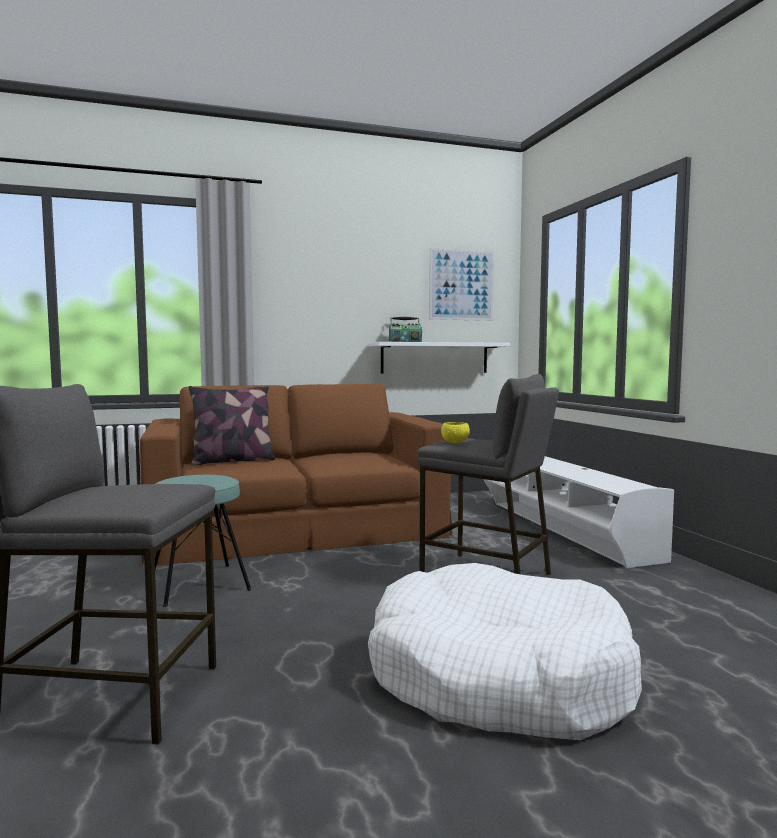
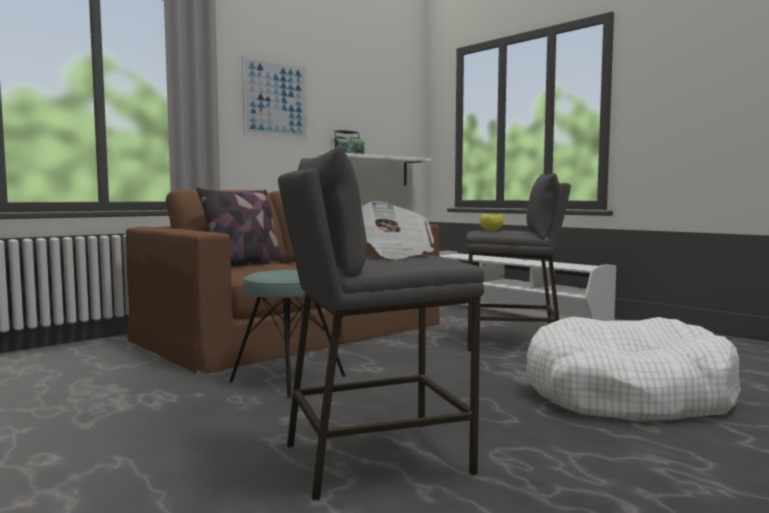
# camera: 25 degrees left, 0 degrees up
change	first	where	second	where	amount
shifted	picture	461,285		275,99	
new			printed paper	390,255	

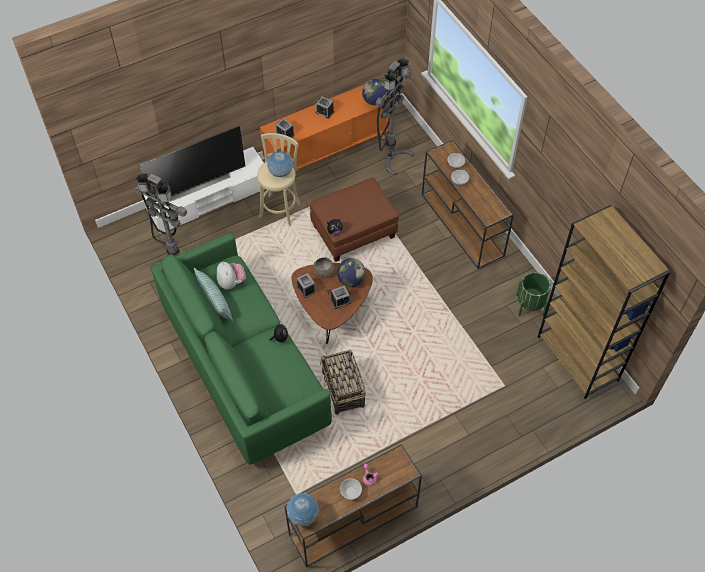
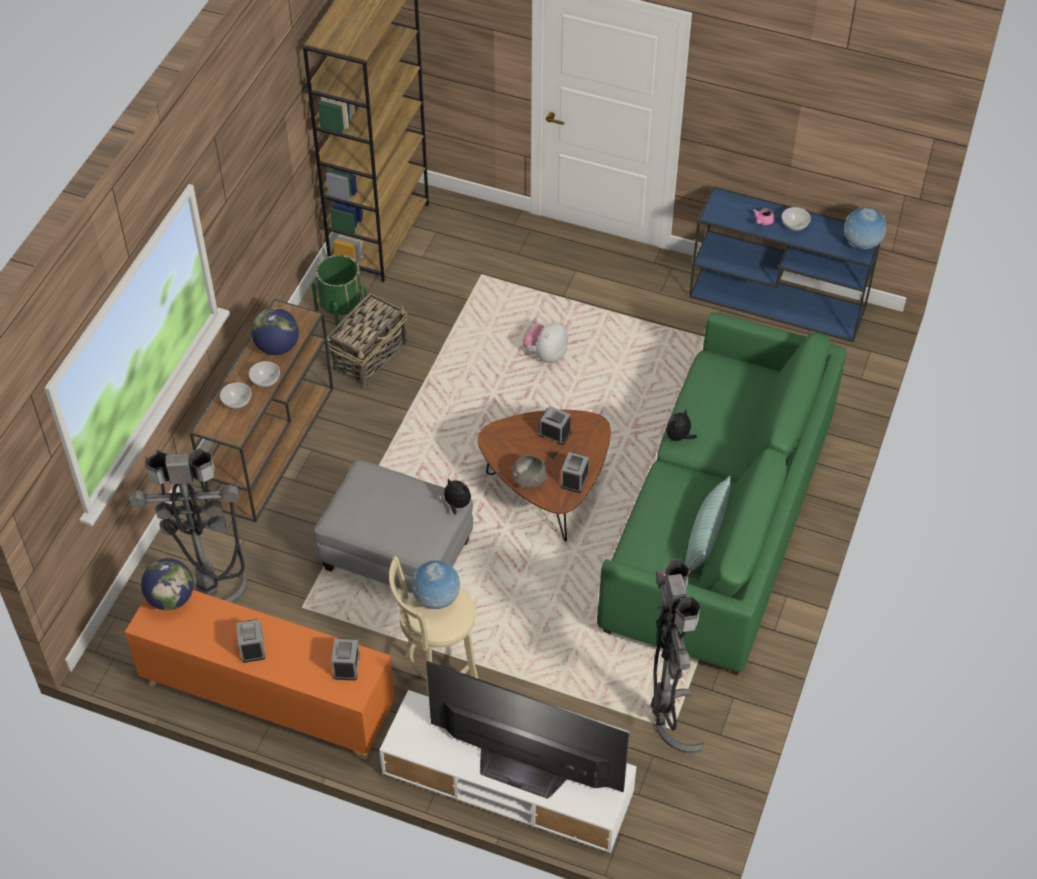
# camera: 130 degrees left, 5 degrees down
change	first	where	second	where	amount
shifted	plush toy	231,282		546,354	
repainted	console table in brown	352,521	console table in bluish	779,302	
repainted	ottoman in brown	354,232	ottoman in gray	396,555	
shifted	household basket	343,390		369,355	
shifted	globe	351,280		277,347	

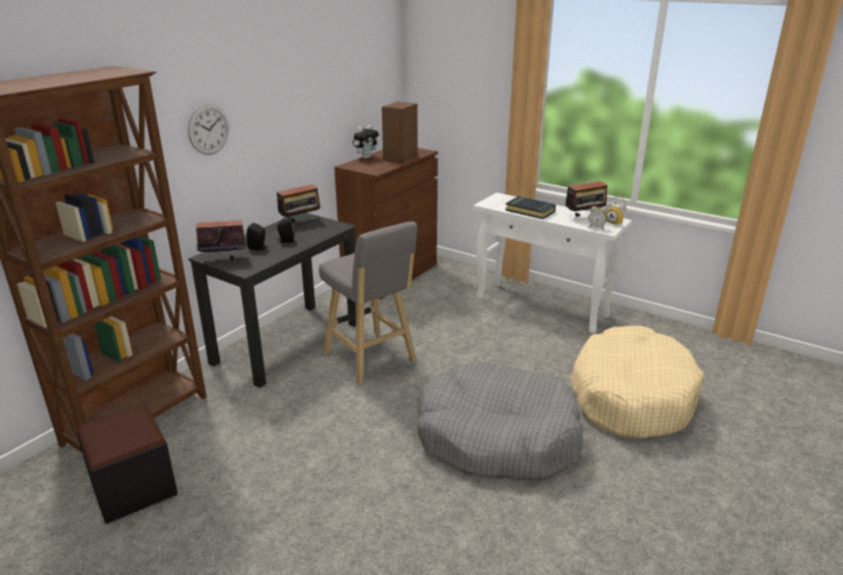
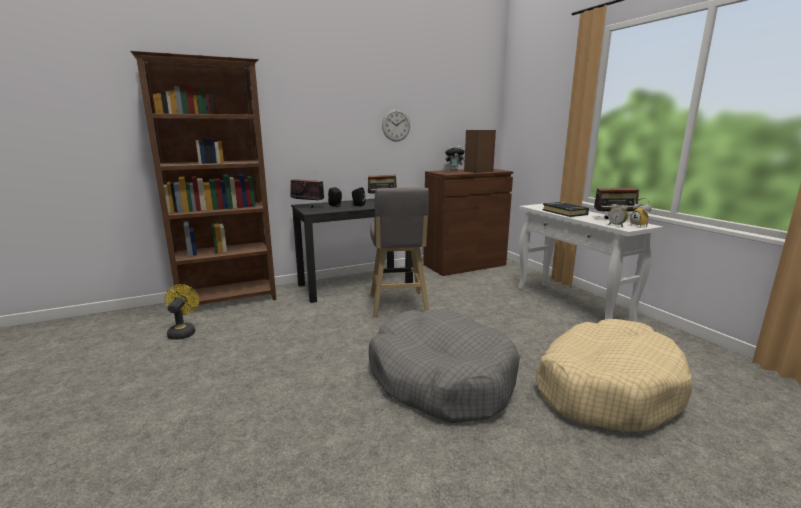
# camera: 30 degrees right, 10 degrees down
change	first	where	second	where	amount
swapped	ottoman in black	134,489	fan in yellow	183,332	
shifted	clock on the wall	208,129		396,125	

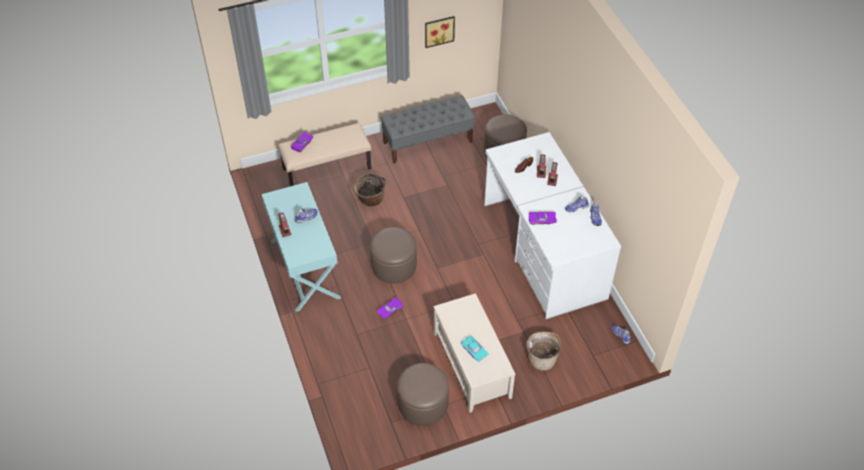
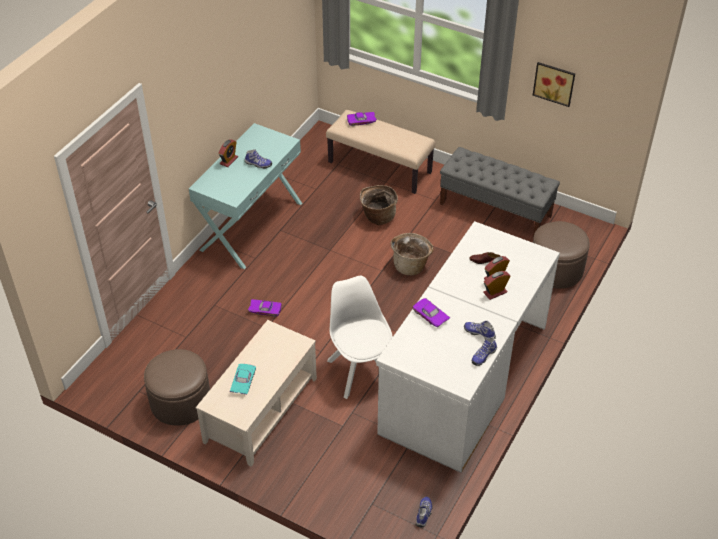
# camera: 50 degrees right, 5 degrees down
change	first	where	second	where	amount
gone	ottoman in brown	394,265			
shifted	household basket	541,358		411,265	
new			chair in white-coloured	360,370	

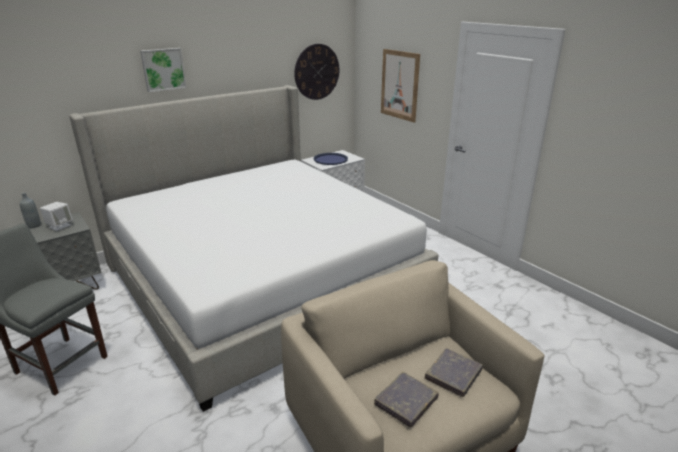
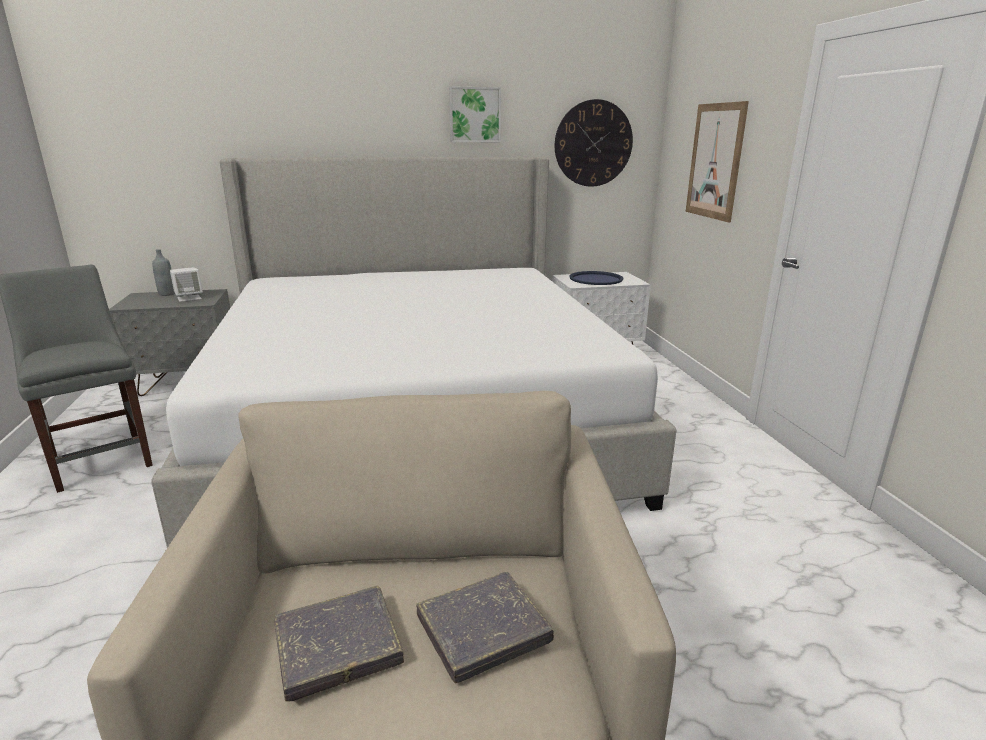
# camera: 25 degrees right, 5 degrees down
change	first	where	second	where	amount
shifted	picture	163,69		474,115	

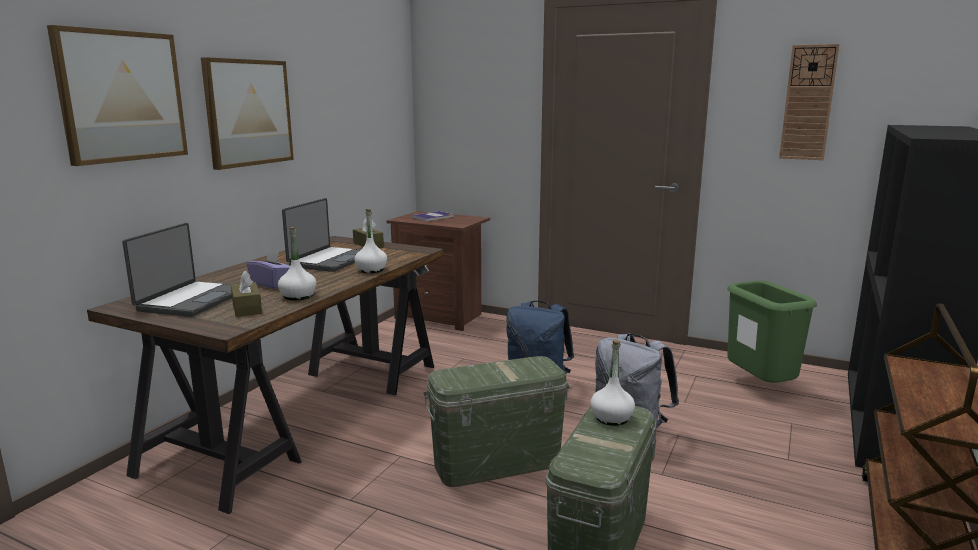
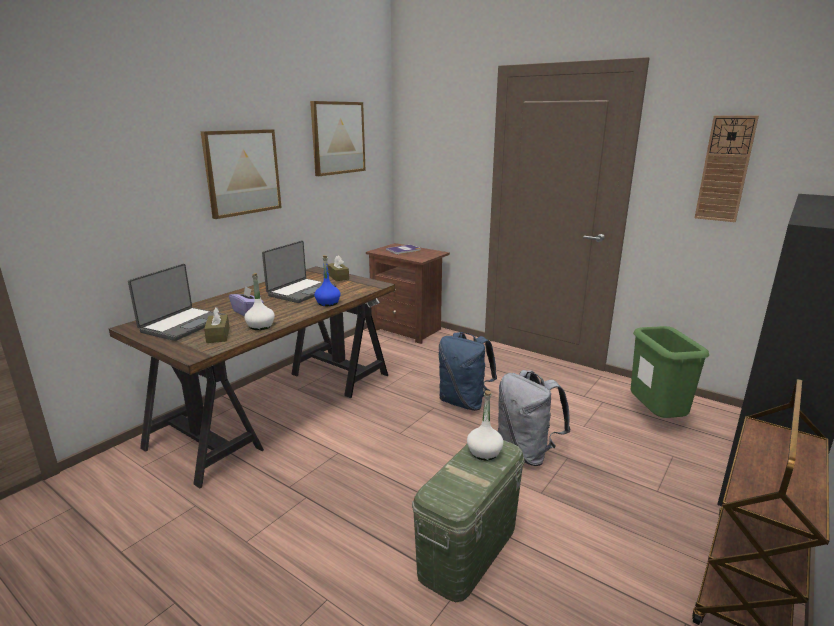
# camera: 10 degrees right, 5 degrees up
change	first	where	second	where	amount
shifted	picture	121,96		337,138	
repainted	drink bottle in white-coloured	371,270	drink bottle in bluish	328,303	
gone	storage container in greenish	497,462			

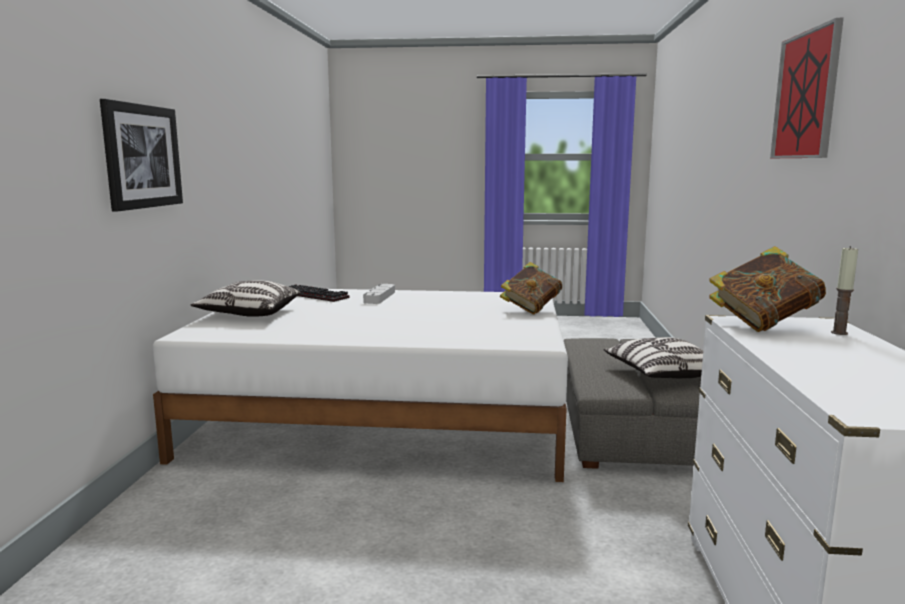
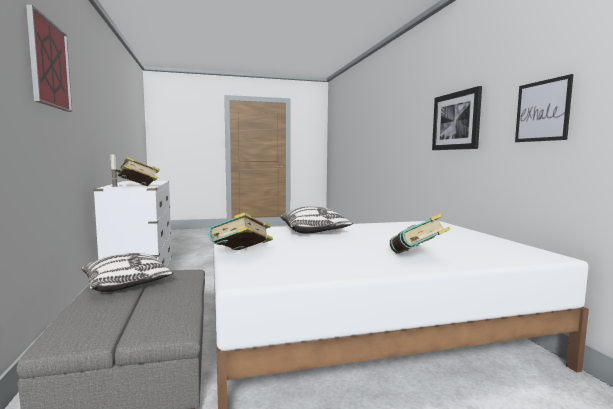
# camera: 160 degrees right, 5 degrees down
change	first	where	second	where	amount
shifted	cushion	249,314		314,231	
gone	keyboard	315,295			
swapped	carrying tray in gray	379,297	bound book	417,257	
new			picture	542,111	

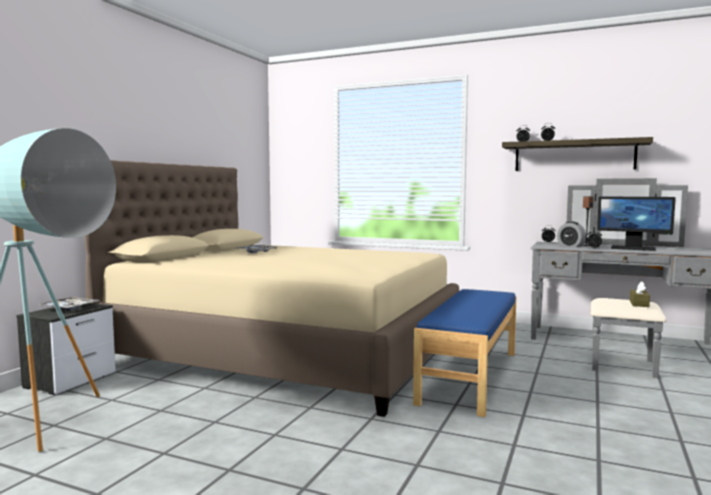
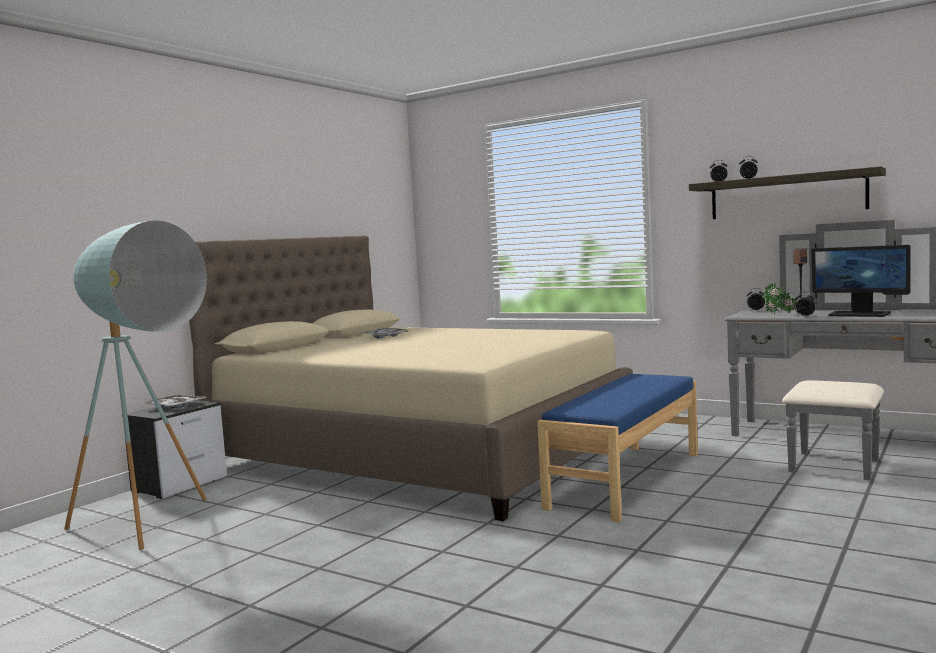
# camera: 10 degrees right, 0 degrees up
change	first	where	second	where	amount
swapped	alarm clock	571,246	plant in a pot	779,314	
gone	box of tissues in brown	639,304			

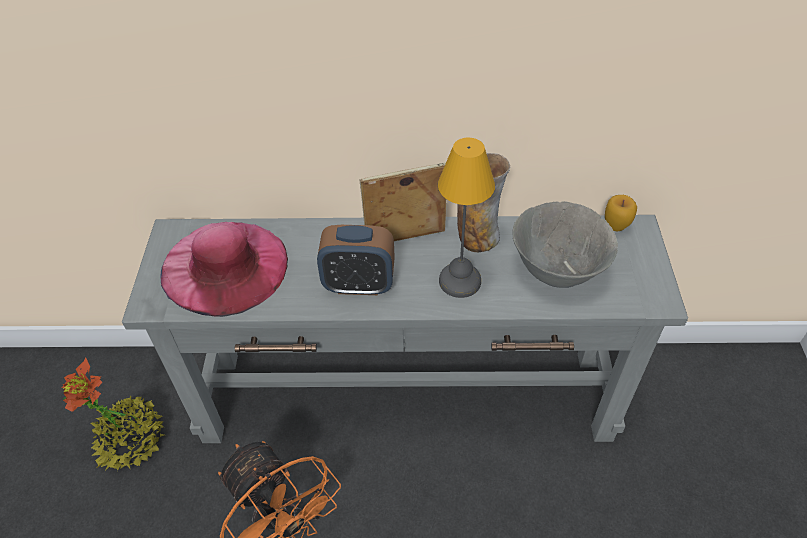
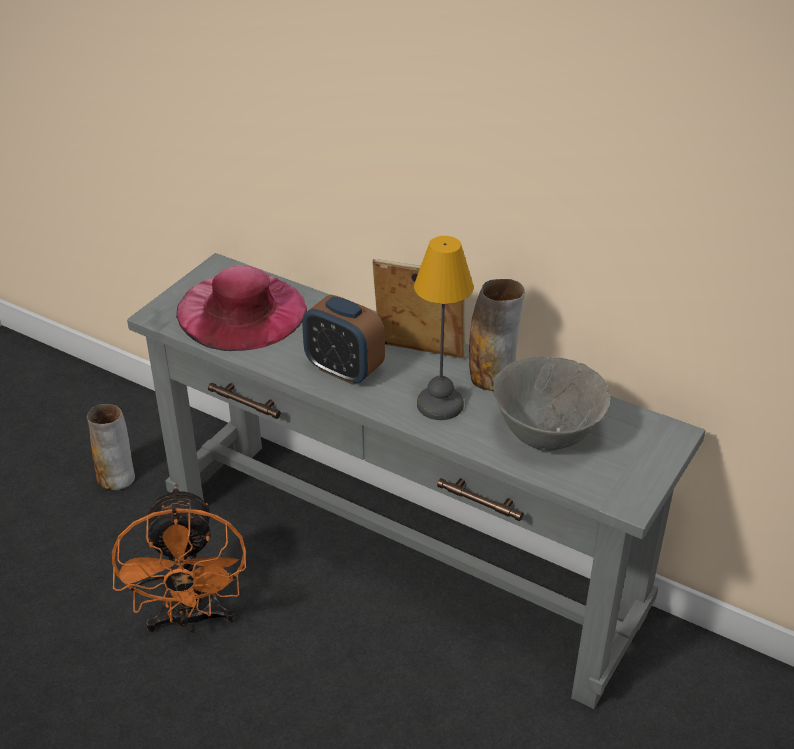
# camera: 30 degrees right, 10 degrees down
change	first	where	second	where	amount
swapped	plant in a pot	131,440	decorative vase	116,477	
gone	apple fruit	616,226			

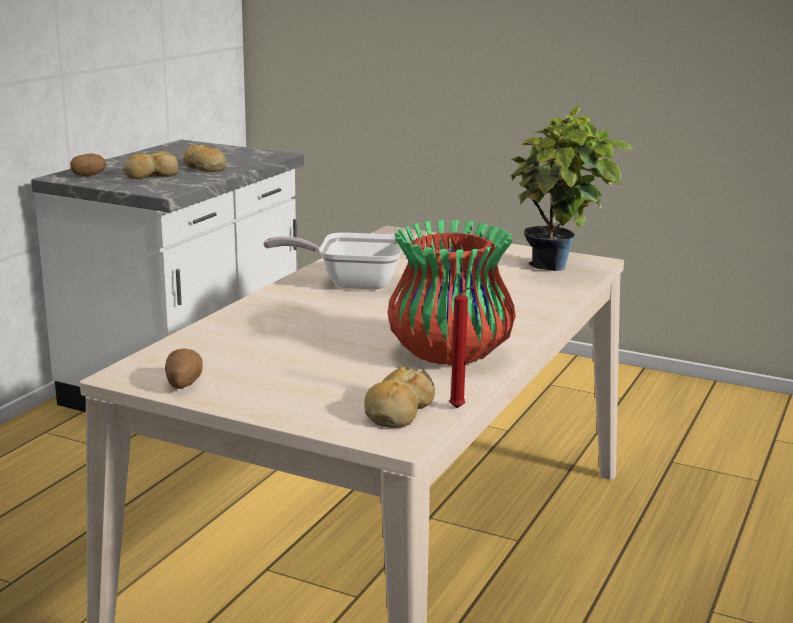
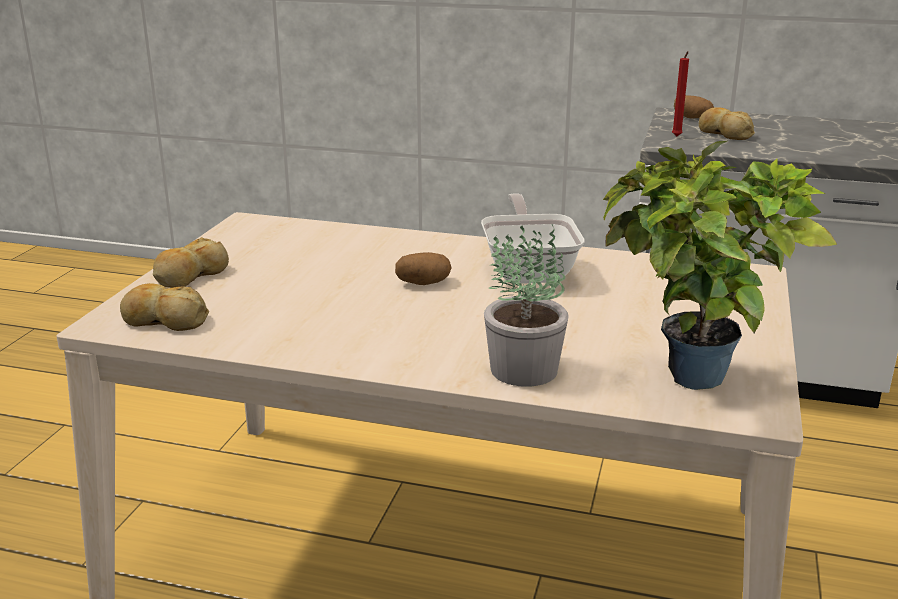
# camera: 80 degrees right, 5 degrees up
change	first	where	second	where	amount
shifted	potato	183,384		423,283	
shifted	bread	205,167		190,275	
gone	decorative vase	449,354			
shifted	wax candle in red	459,408		677,137	
new			plant in a pot	524,369	

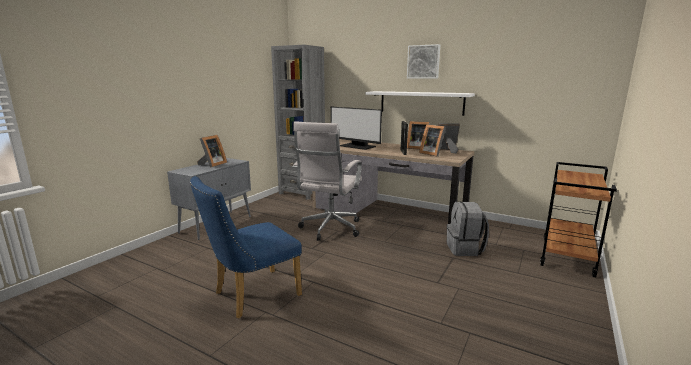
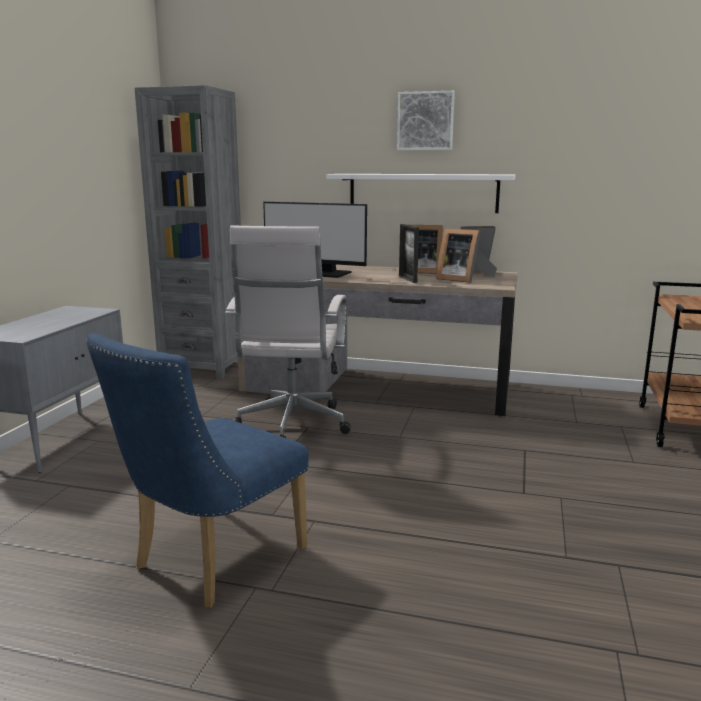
# camera: 15 degrees left, 0 degrees up
change	first	where	second	where	amount
gone	standing frame	212,165			
gone	rucksack in gray	465,249			

